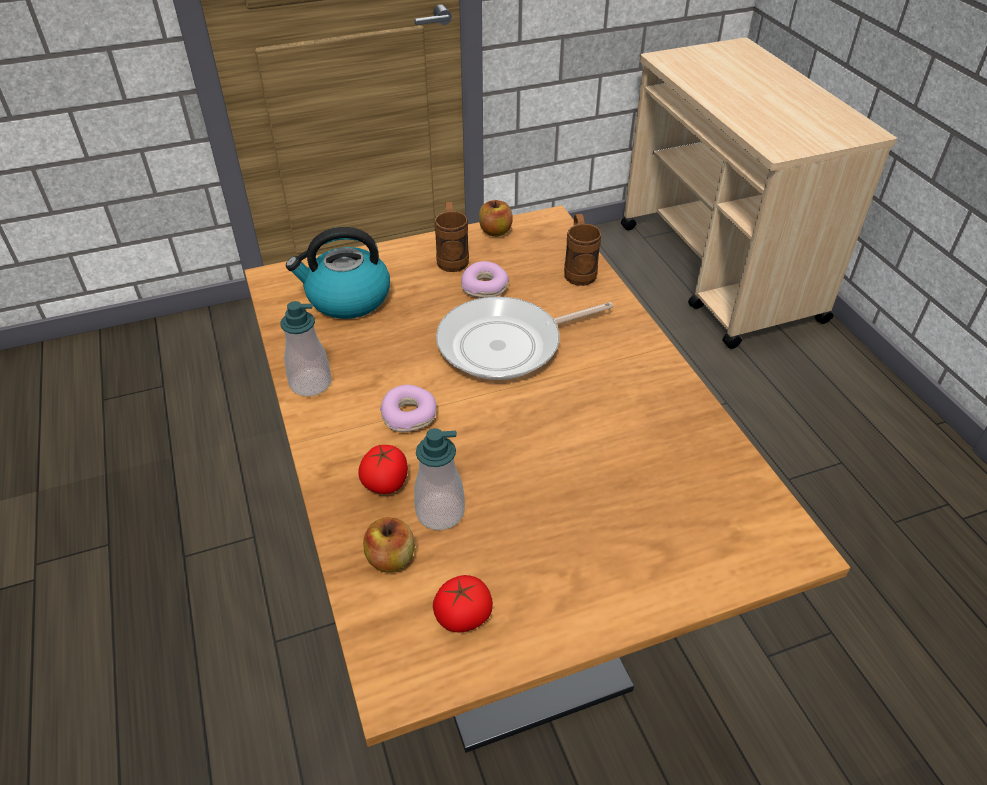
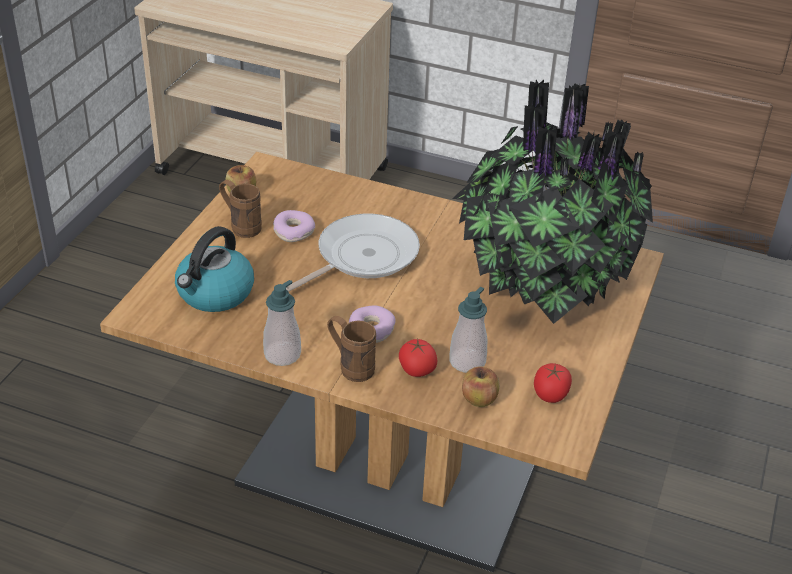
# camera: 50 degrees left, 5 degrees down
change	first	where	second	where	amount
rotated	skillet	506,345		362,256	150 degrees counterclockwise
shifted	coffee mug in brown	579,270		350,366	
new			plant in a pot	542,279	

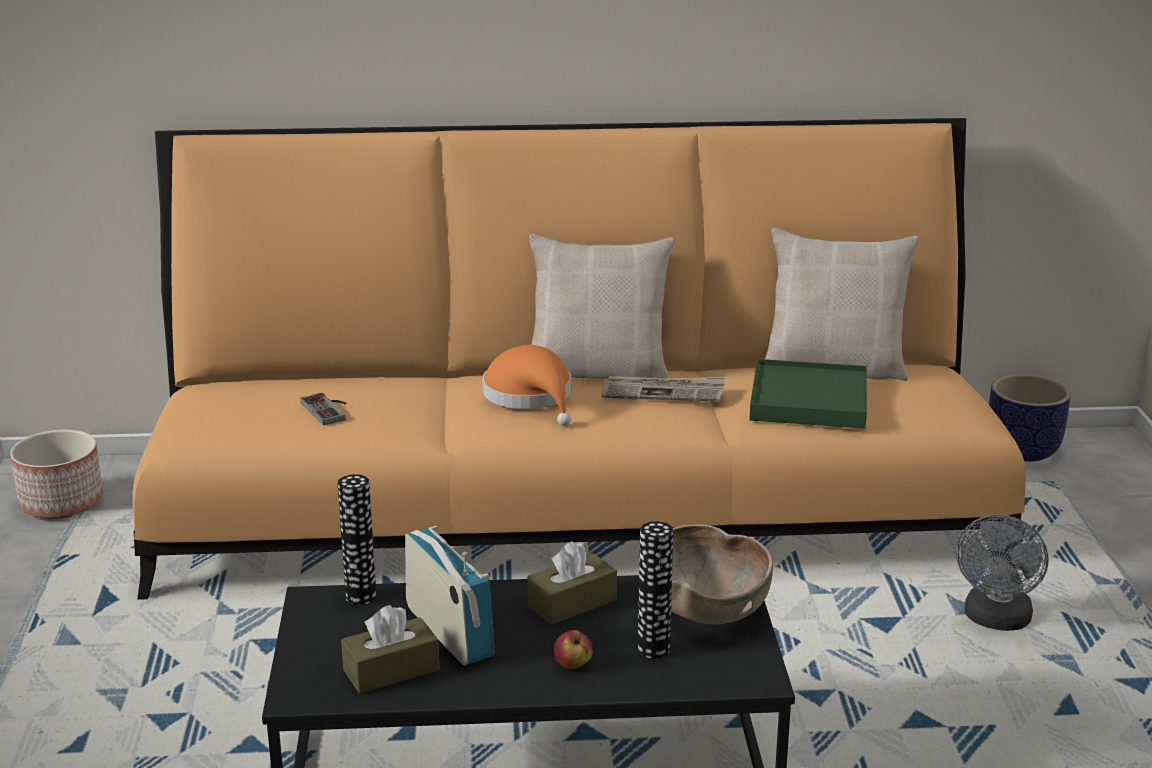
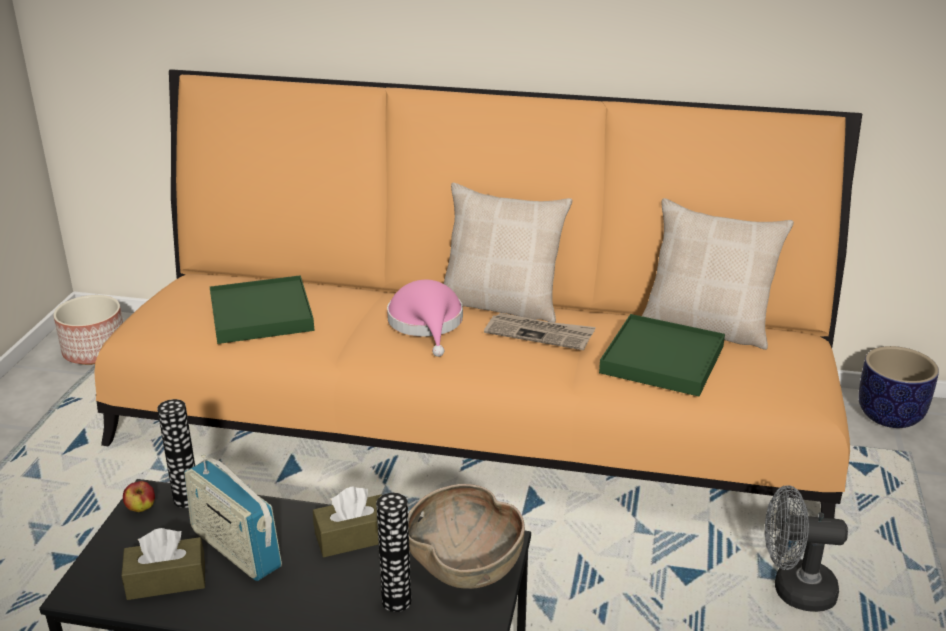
# camera: 15 degrees right, 5 degrees up
change	first	where	second	where	amount
swapped	gamepad	329,409	carrying tray in greenish	261,314	
rotated	radio set	449,632		235,549	150 degrees clockwise
repainted	wearable hat in orange	531,397	wearable hat in pink	427,324	
shifted	apple fruit	573,665		141,508	
rotated	fan in gray	996,621		793,590	60 degrees clockwise

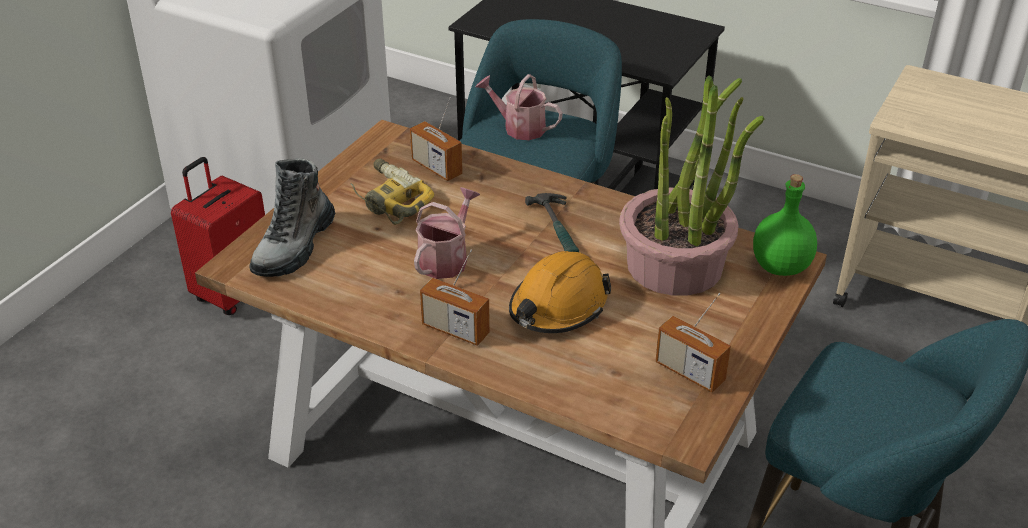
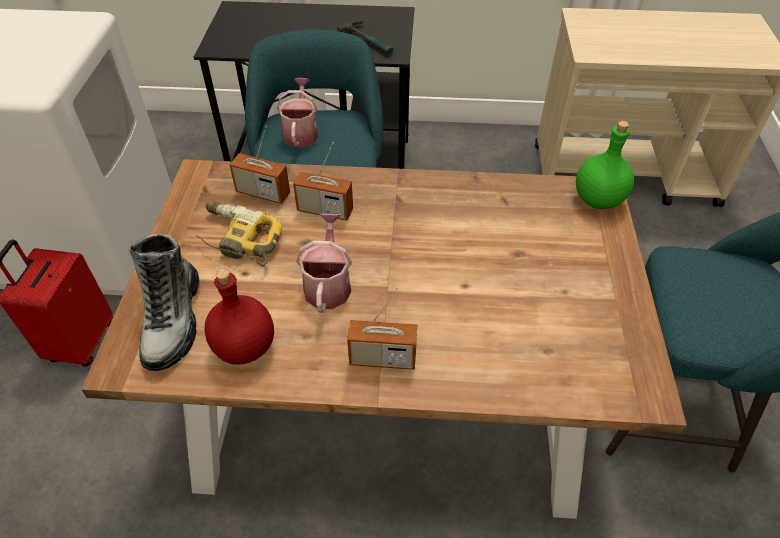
# camera: 25 degrees left, 10 degrees up
change	first	where	second	where	amount
rotated	sprinkling can	519,127		301,132	90 degrees clockwise
gone	work helmet in orange	558,307			
shifted	hand hammer	558,229		368,41	
gone	plant in a pot	675,265			
shifted	radio set	689,372		325,210	
new			drink bottle in red	243,348	

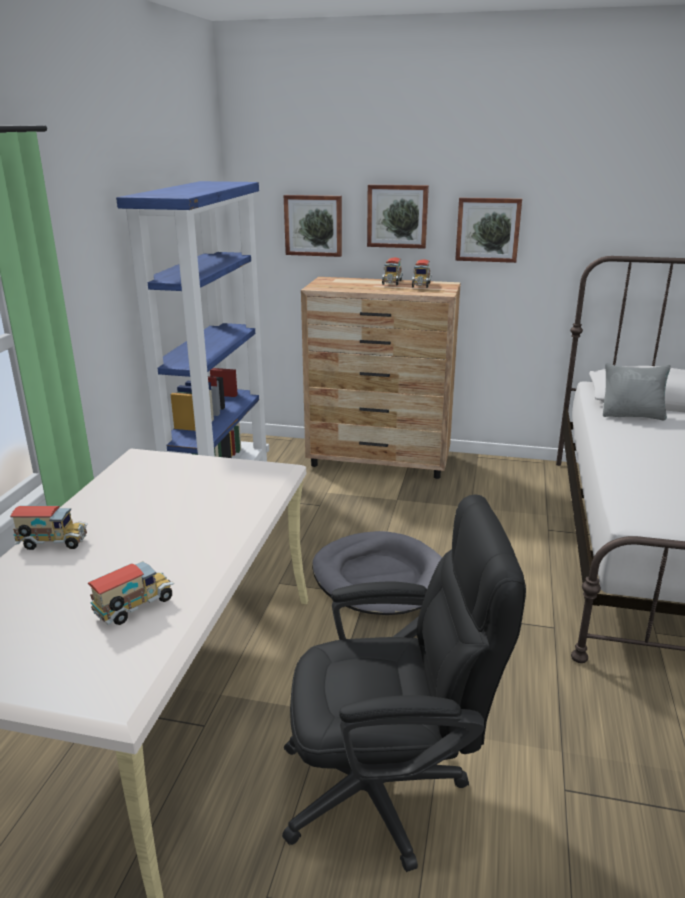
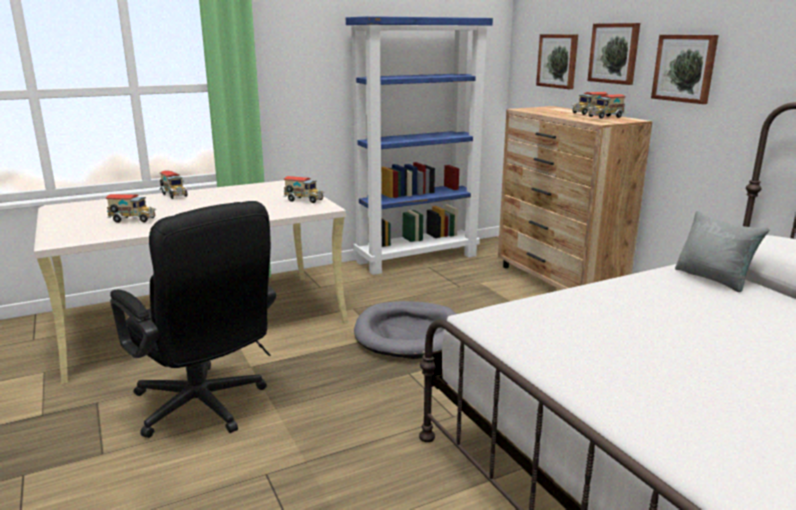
# camera: 50 degrees right, 5 degrees down
change	first	where	second	where	amount
new			toy lorry	304,201	

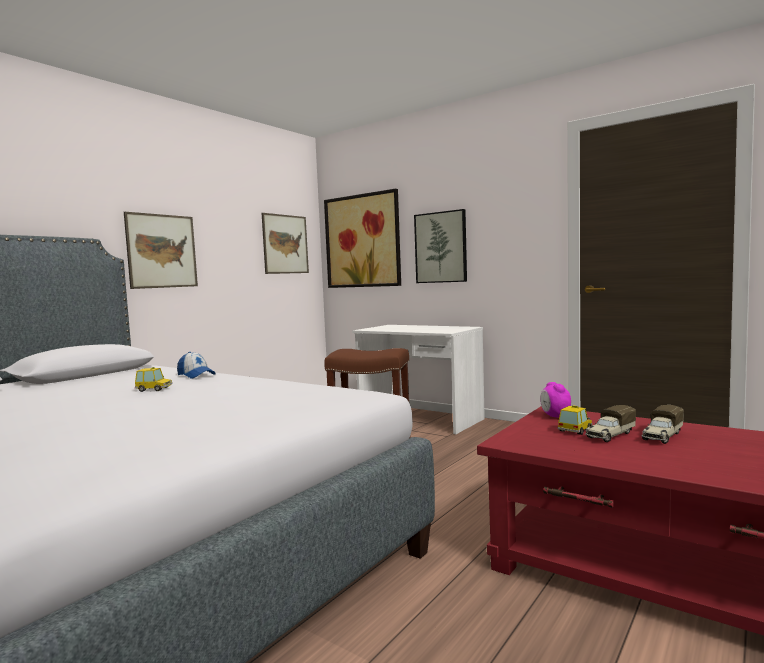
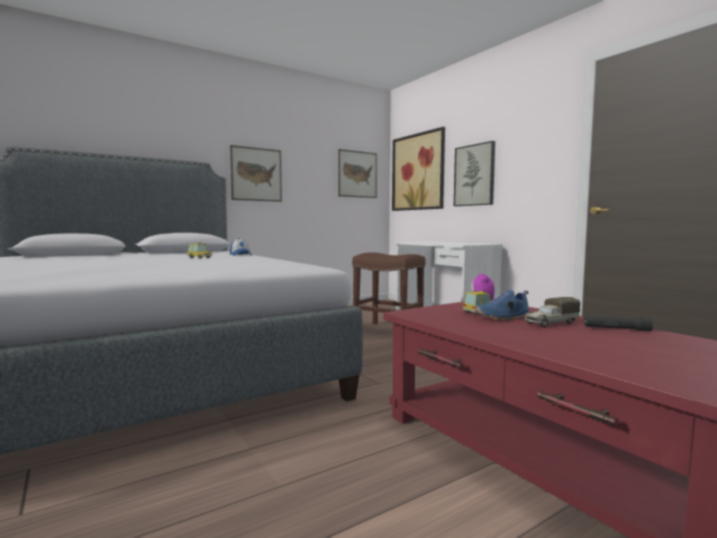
# camera: 20 degrees right, 0 degrees up
change	first	where	second	where	amount
swapped	toy lorry	609,435	low shoe in bluish	503,318	
new			torch in black	616,329	

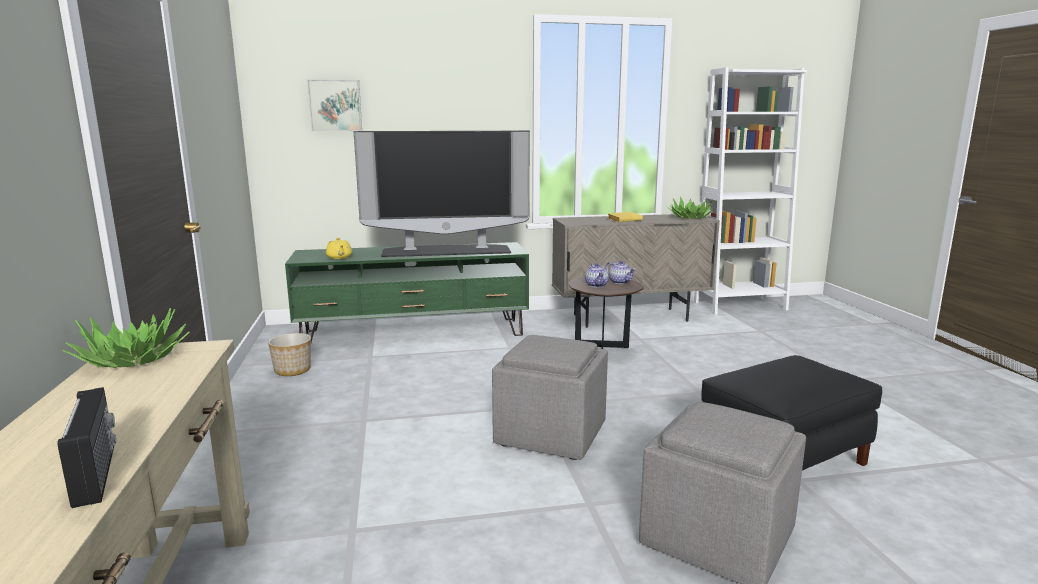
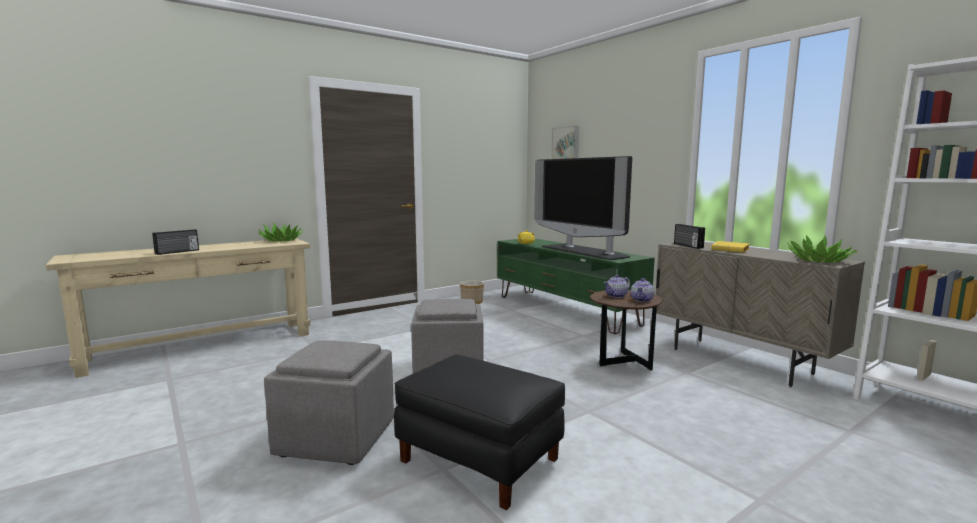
# camera: 65 degrees right, 5 degrees down
change	first	where	second	where	amount
new			radio set	687,246	

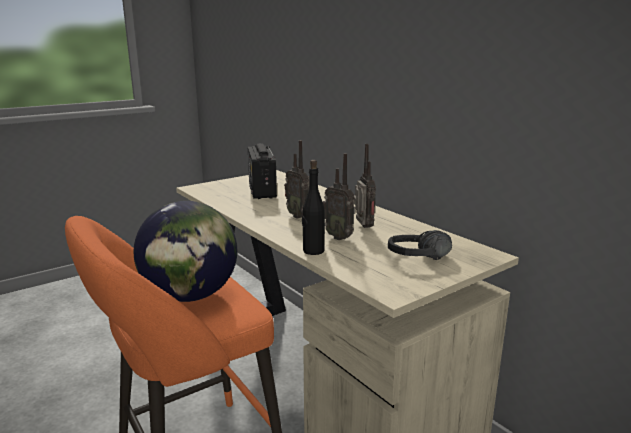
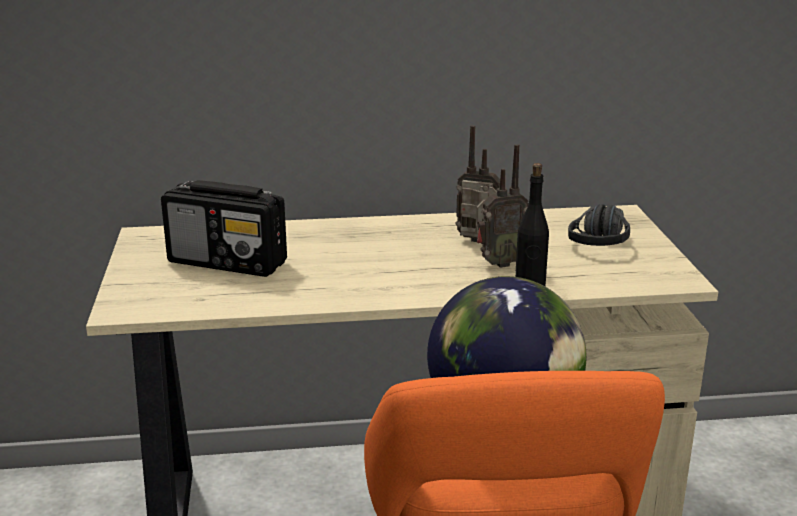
# camera: 60 degrees left, 5 degrees up
change	first	where	second	where	amount
gone	radio set	299,216			

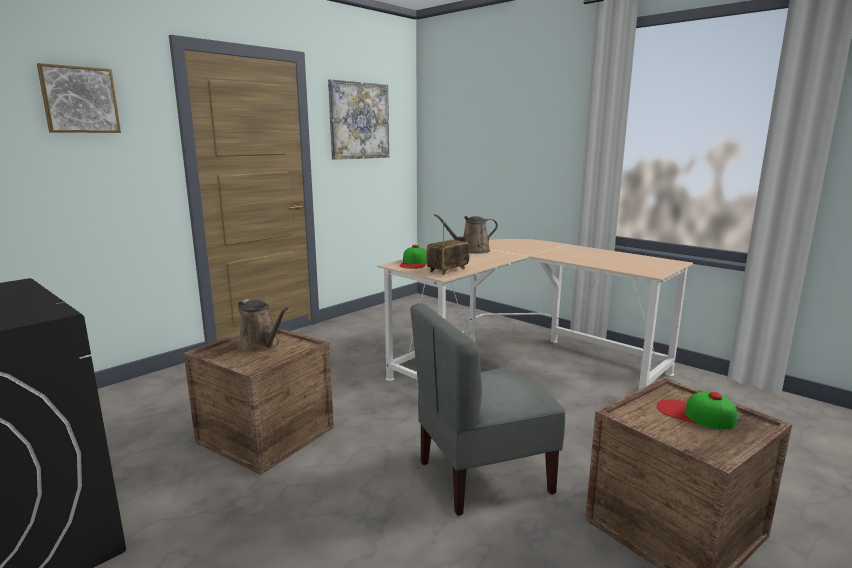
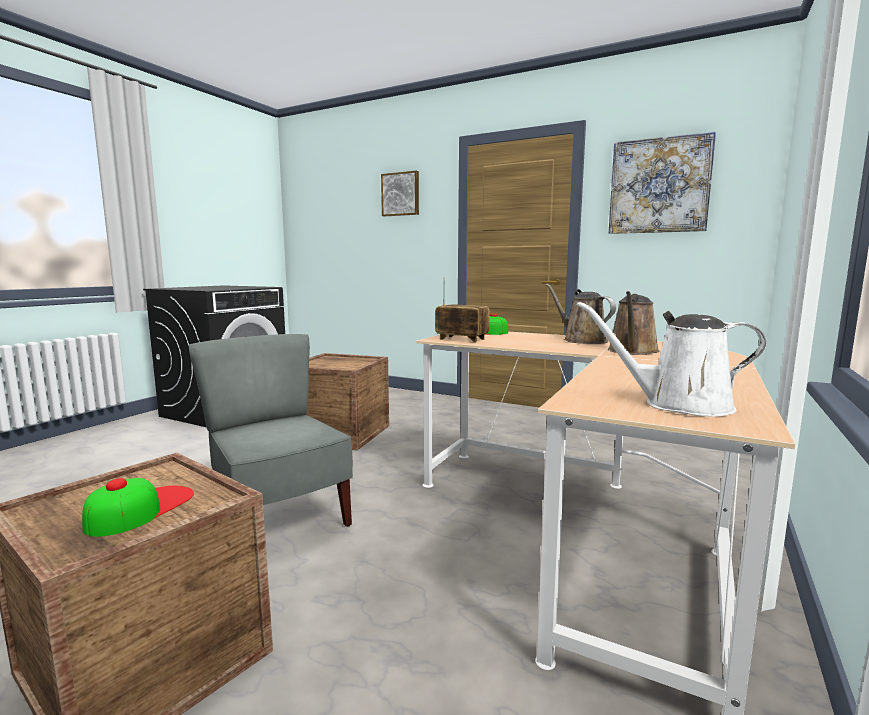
# camera: 75 degrees right, 5 degrees down
change	first	where	second	where	amount
shifted	sprinkling can in brown	261,345		632,351	
new			sprinkling can in white-coloured	678,405	

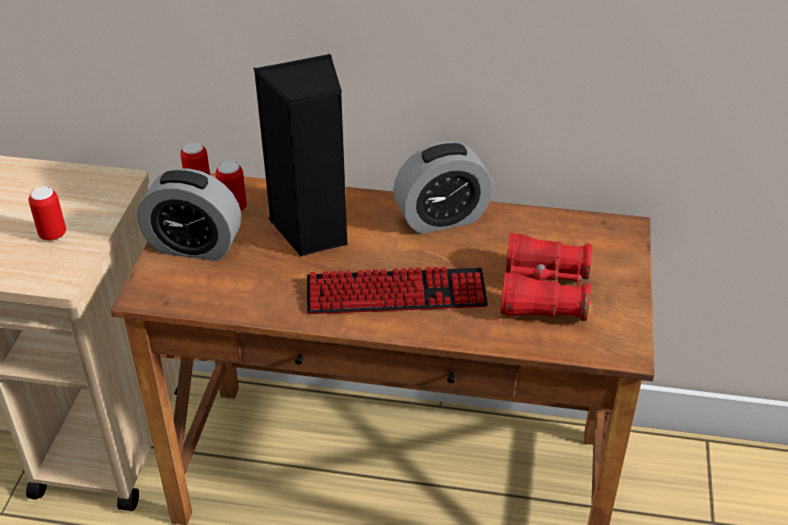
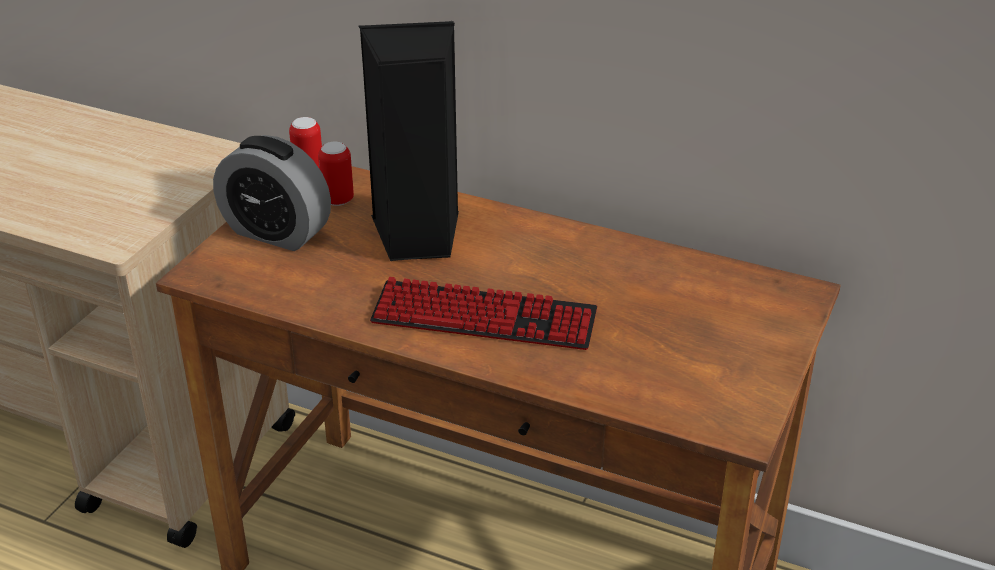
# camera: 15 degrees right, 5 degrees down
change	first	where	second	where	amount
gone	can	53,235			
gone	alarm clock	441,218			
gone	binoculars in red	543,292			

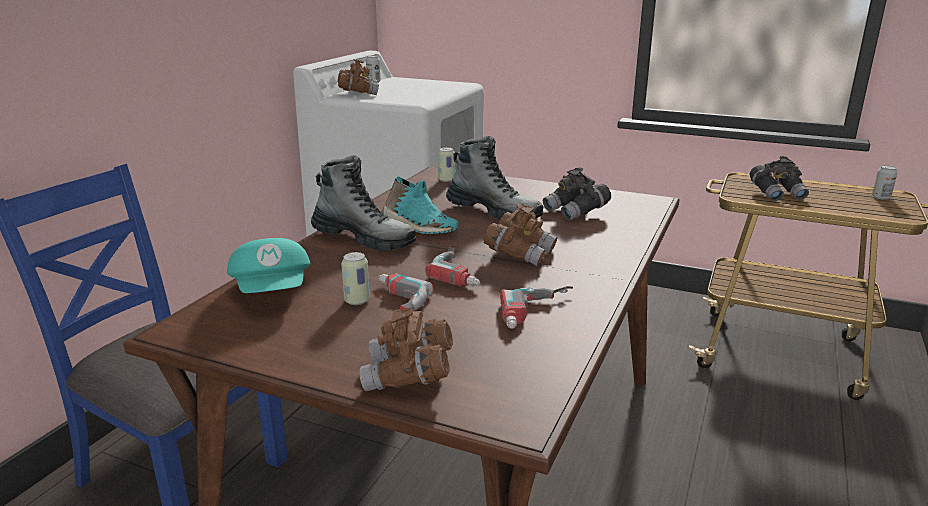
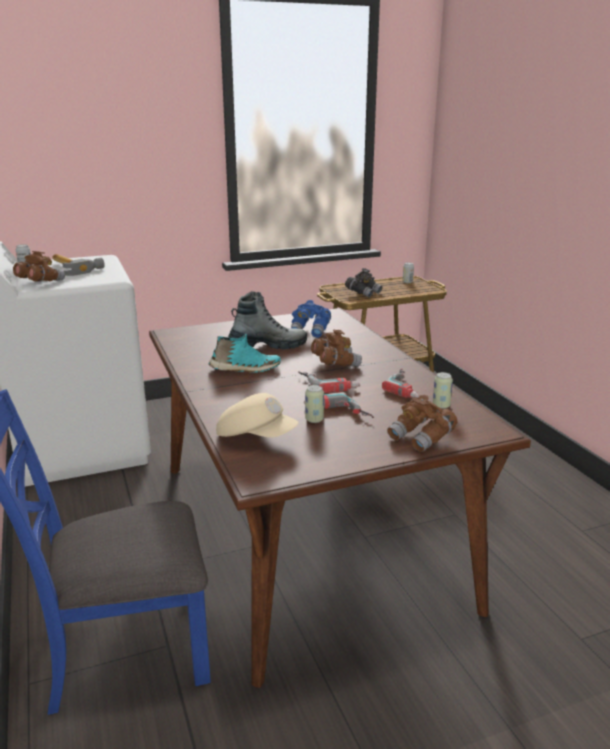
# camera: 45 degrees left, 0 degrees up
change	first	where	second	where	amount
repainted	peaked cap in blue-green	273,291	peaked cap in beige-coloured	256,436	
gone	boot	364,238			
shifted	can	446,180		441,406	
repainted	binoculars in gray	576,212	binoculars in bluish	310,331	
new			hand hammer	73,267	

